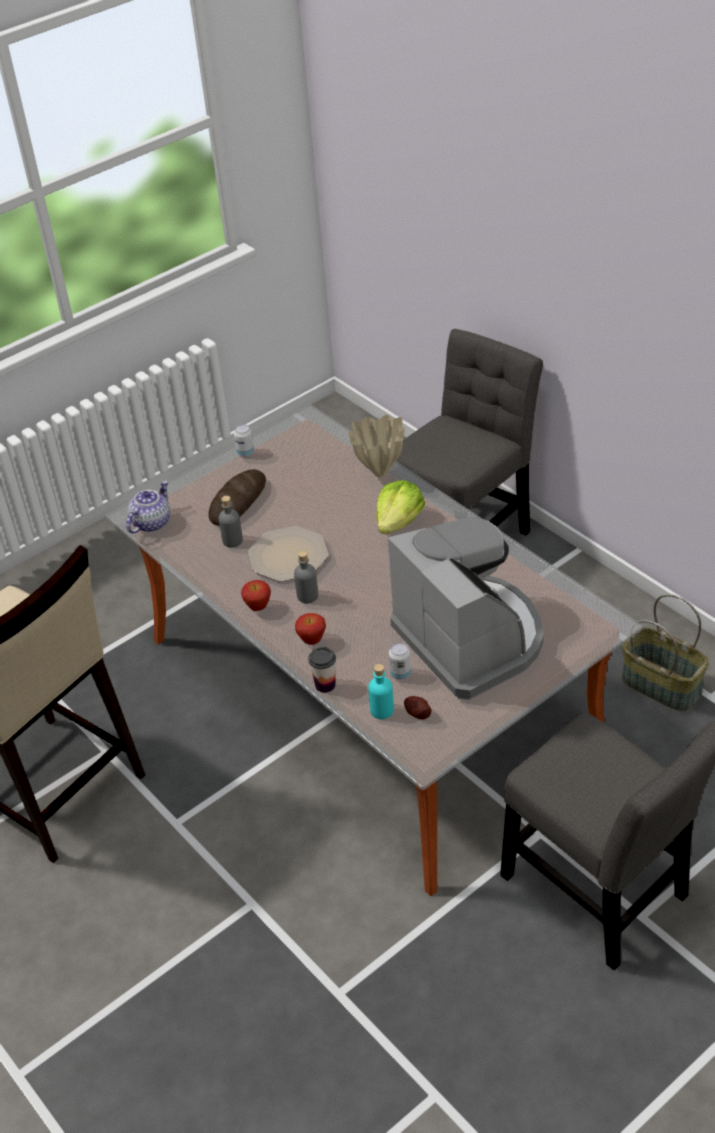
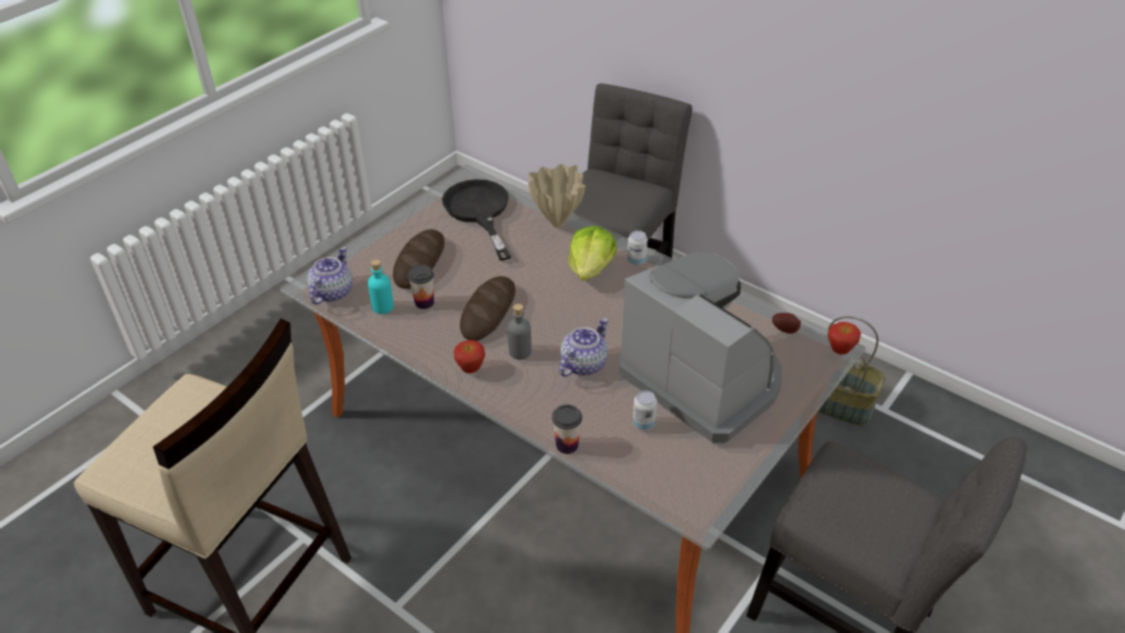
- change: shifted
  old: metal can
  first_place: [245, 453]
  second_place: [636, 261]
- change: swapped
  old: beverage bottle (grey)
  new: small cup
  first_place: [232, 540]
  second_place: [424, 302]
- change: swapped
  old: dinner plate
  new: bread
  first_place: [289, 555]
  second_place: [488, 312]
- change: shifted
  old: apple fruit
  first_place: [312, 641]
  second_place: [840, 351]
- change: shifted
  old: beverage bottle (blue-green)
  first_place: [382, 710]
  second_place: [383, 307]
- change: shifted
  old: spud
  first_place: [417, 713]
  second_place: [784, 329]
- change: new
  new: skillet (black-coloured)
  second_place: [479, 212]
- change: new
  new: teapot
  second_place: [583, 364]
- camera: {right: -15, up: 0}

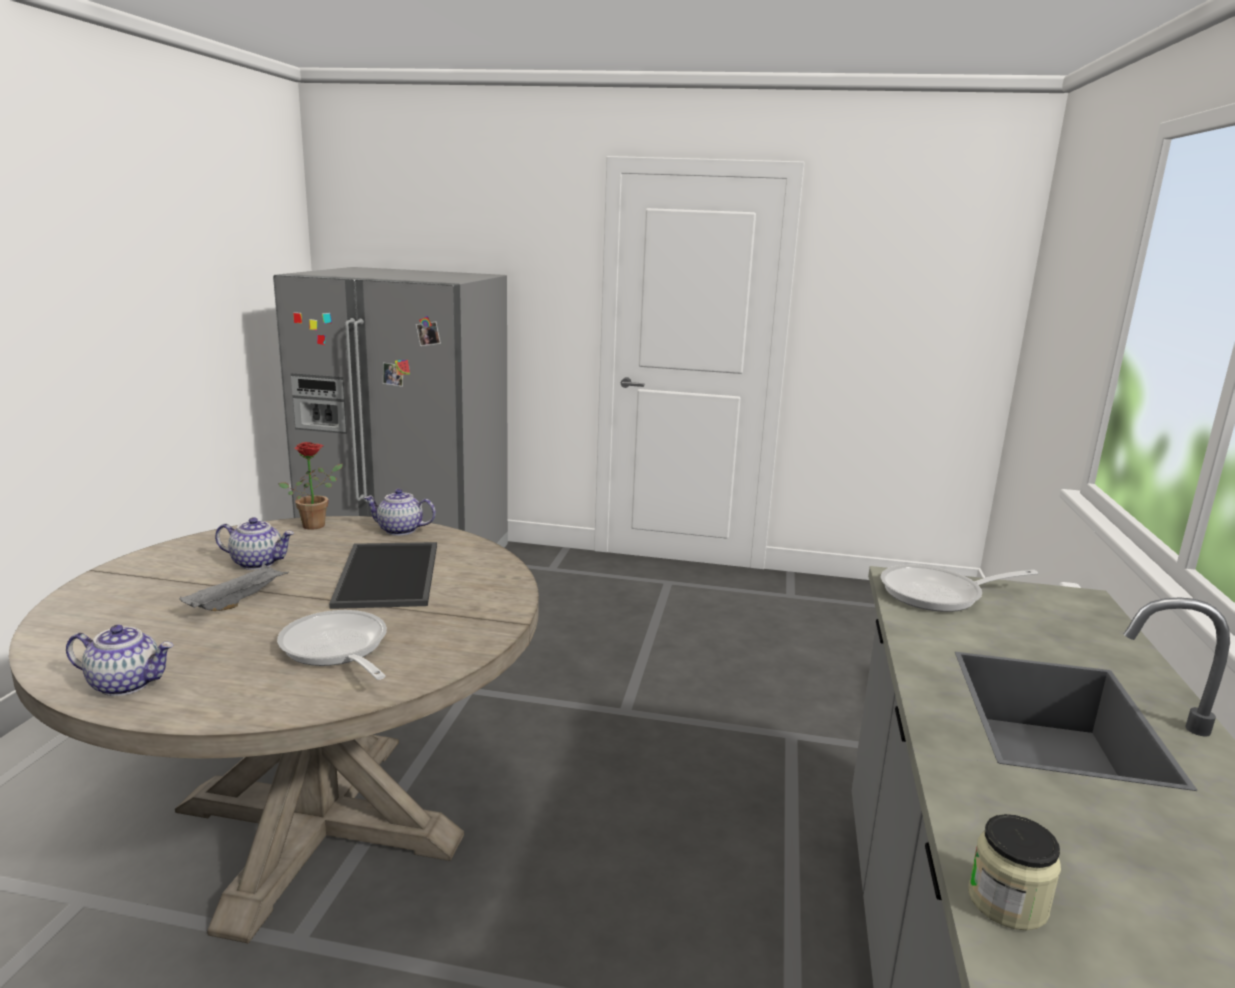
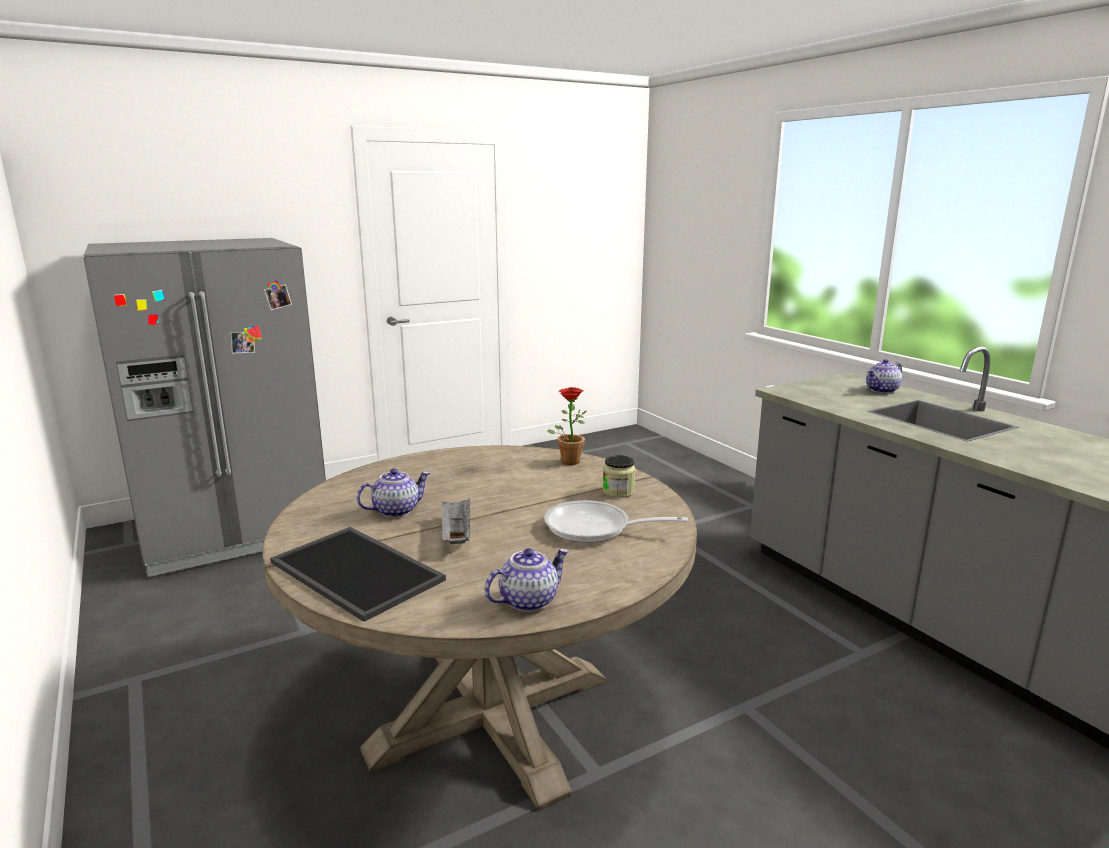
- change: shifted
  old: plant in a pot
  first_place: [317, 524]
  second_place: [569, 460]
- change: shifted
  old: teapot
  first_place: [399, 530]
  second_place: [882, 390]
- change: shifted
  old: tray
  first_place: [390, 575]
  second_place: [359, 571]
- change: gone
  old: skillet
  first_place: [939, 595]
- change: shifted
  old: jar
  first_place: [1007, 902]
  second_place: [618, 492]
- camera: {right: -40, up: 0}

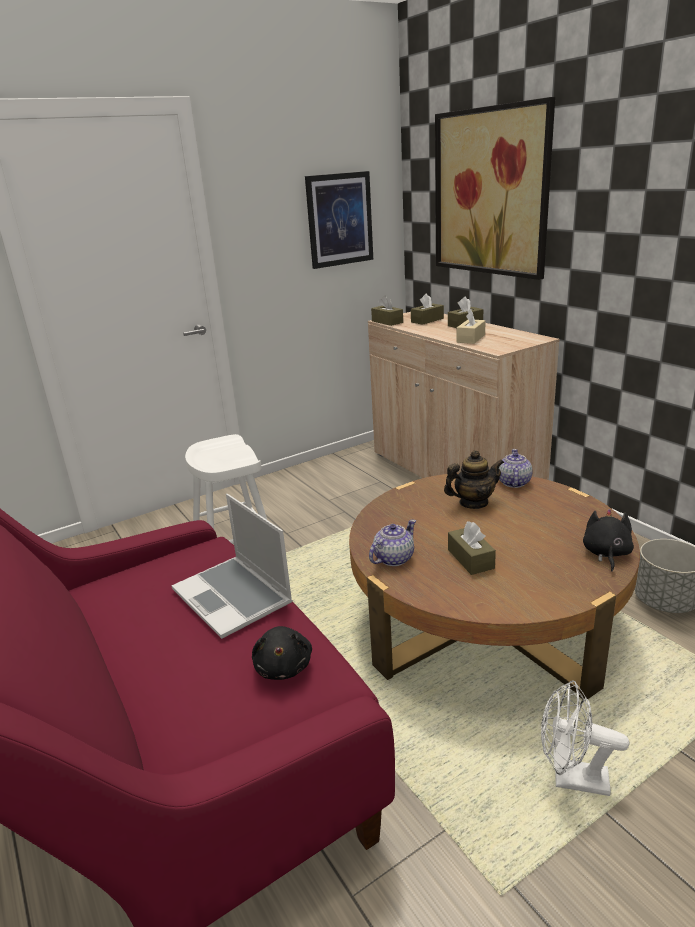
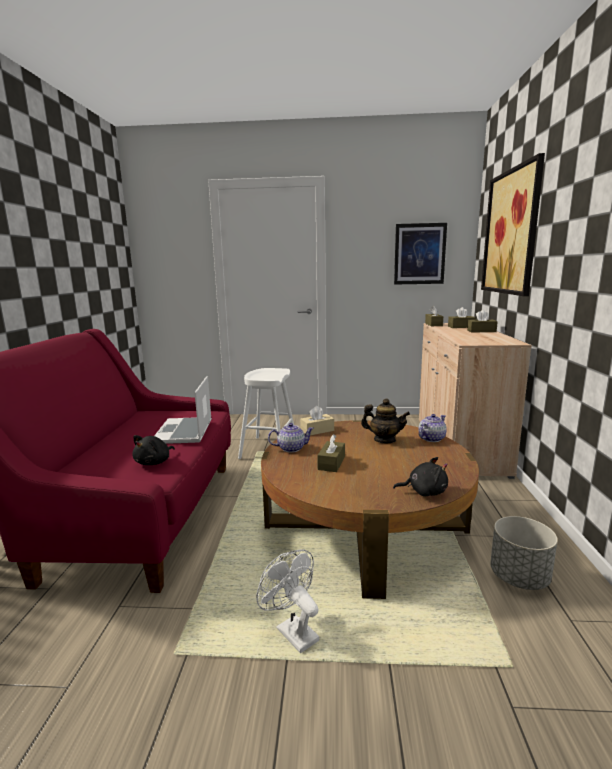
- change: shifted
  old: tissue holder (beige-coloured)
  first_place: [470, 338]
  second_place: [317, 430]
- change: rotated
  old: plush toy (black-coloured)
  first_place: [606, 553]
  second_place: [424, 492]
  degrees: 45
- camera: {right: 35, up: -10}

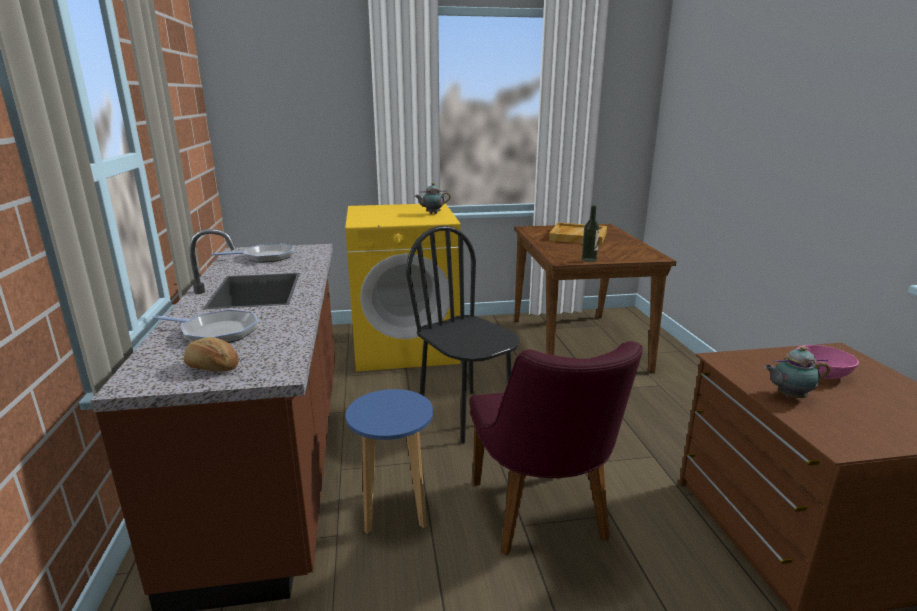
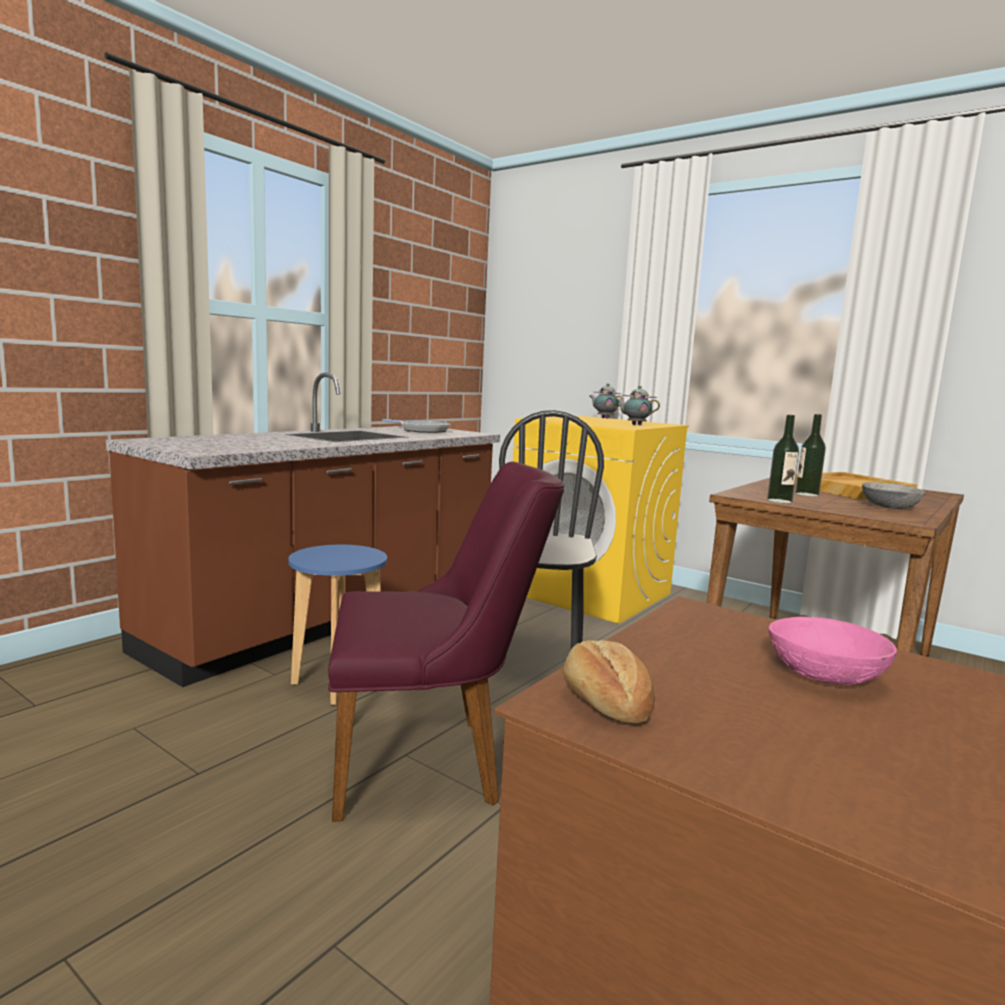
- change: gone
  old: skillet
  first_place: [216, 332]
- change: shifted
  old: bread
  first_place: [212, 368]
  second_place: [604, 704]
- change: rotated
  old: chair (purple-coloured)
  first_place: [543, 518]
  second_place: [434, 762]
  degrees: -135
- change: shifted
  old: teapot
  first_place: [789, 396]
  second_place: [604, 418]
- change: new
  new: beverage bottle
  second_place: [807, 494]
- change: new
  new: bowl (grey)
  second_place: [889, 507]
- camera: {right: 45, up: -10}

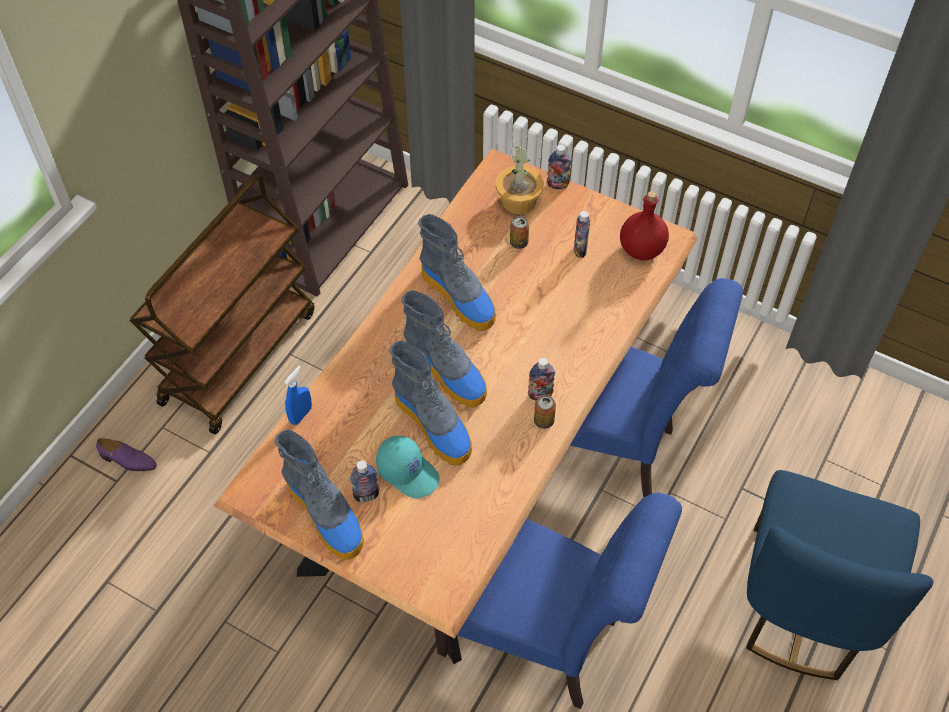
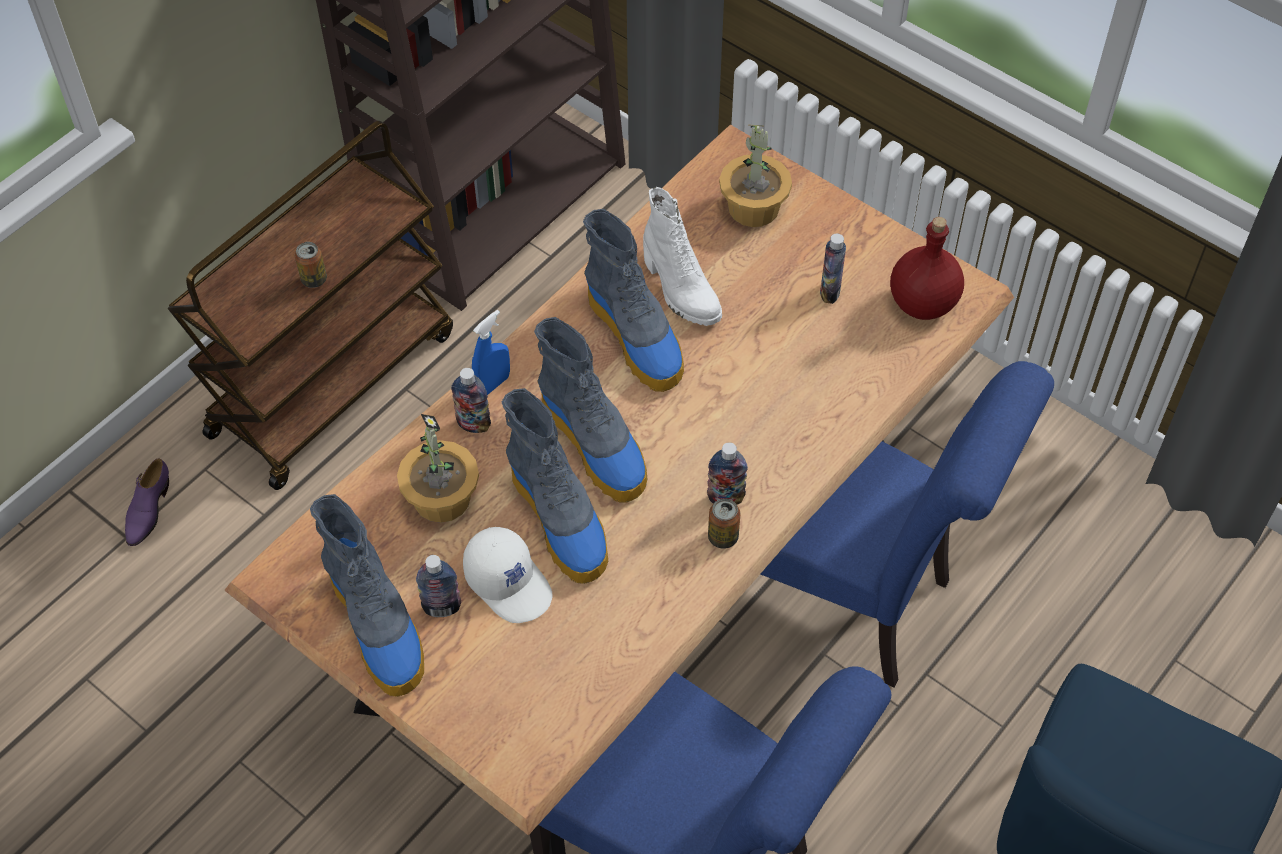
- change: shifted
  old: beverage bottle
  first_place: [557, 185]
  second_place: [473, 424]
- change: shifted
  old: metal can
  first_place: [519, 243]
  second_place: [314, 279]
- change: shifted
  old: hand sprayer (blue)
  first_place: [301, 415]
  second_place: [493, 384]
- change: repainted
  old: baseball cap (blue-green)
  new: baseball cap (white-coloured)
  first_place: [408, 472]
  second_place: [509, 582]
- change: rotated
  old: shoe (purple-coloured)
  first_place: [128, 460]
  second_place: [148, 510]
  degrees: 75
- change: new
  new: high-top boot (white-coloured)
  second_place: [680, 291]
- change: new
  new: plant in a pot
  second_place: [440, 498]
- camera: {right: 10, up: 0}

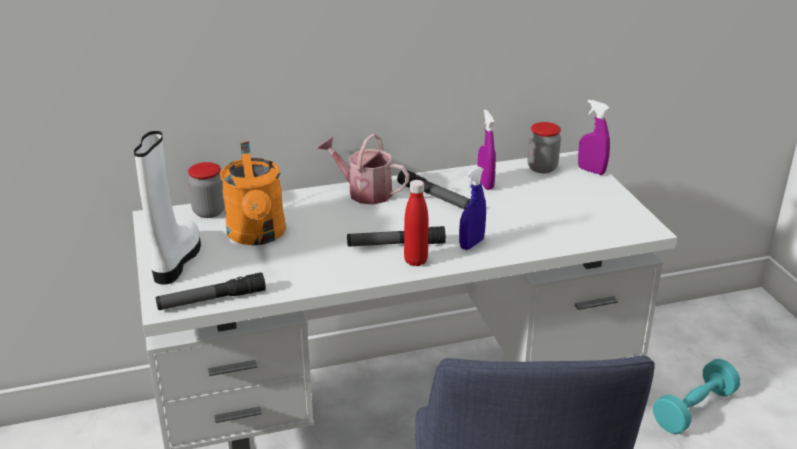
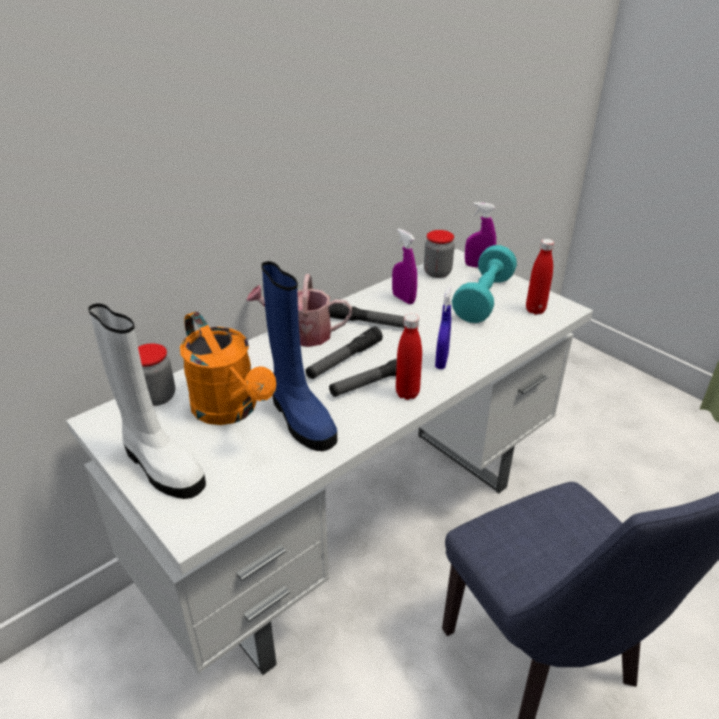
- change: rotated
  old: high-top boot (white-coloured)
  first_place: [176, 260]
  second_place: [161, 466]
  degrees: 150
- change: shifted
  old: flashlight
  first_place: [212, 300]
  second_place: [344, 359]
- change: shifted
  old: free weight (blue-green)
  first_place: [694, 409]
  second_place: [483, 299]
- change: new
  new: beverage bottle (red-coloured)
  second_place: [535, 310]
- change: new
  new: high-top boot (blue)
  second_place: [300, 418]
- camera: {right: -25, up: 5}

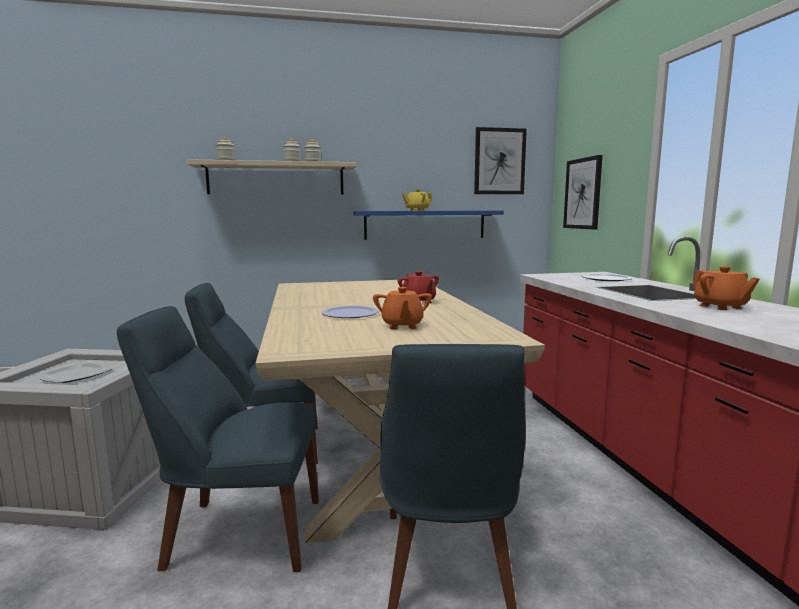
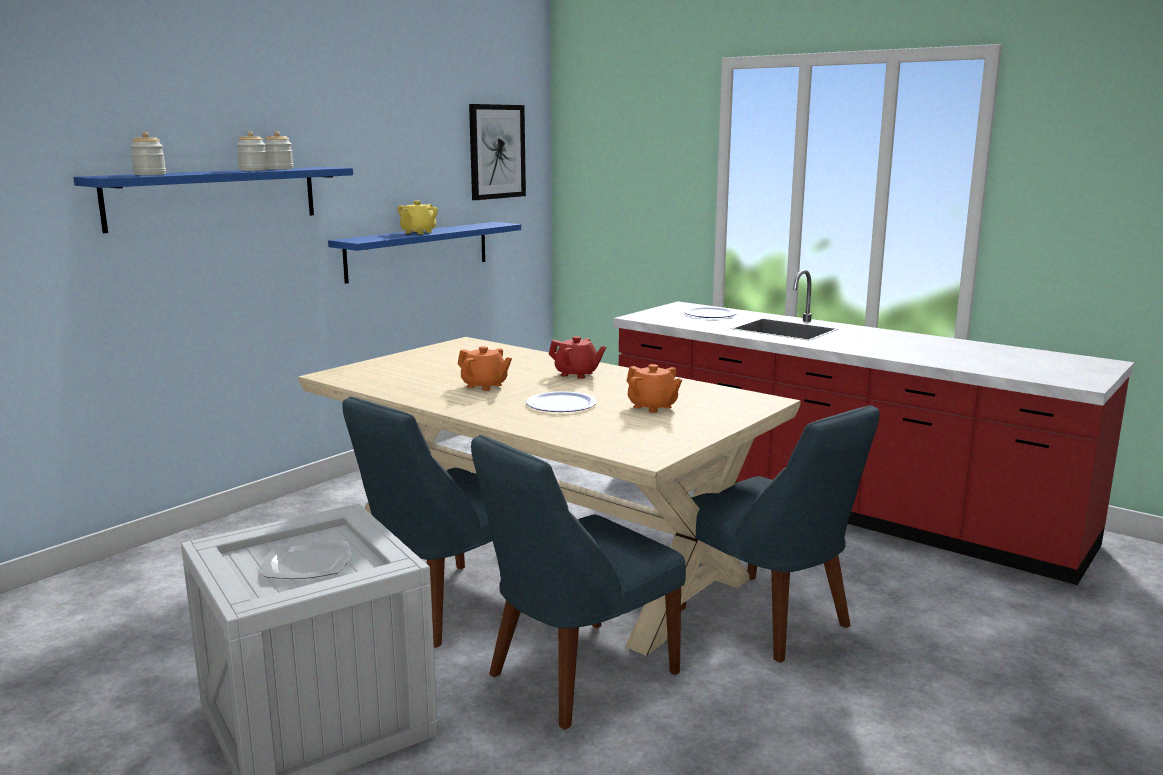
- change: gone
  old: wall picture
  first_place: [583, 193]
- change: repainted
  old: wall shelf (beige-coloured)
  new: wall shelf (blue)
  first_place: [276, 179]
  second_place: [214, 197]
- change: shifted
  old: teapot (orange-coloured)
  first_place: [720, 307]
  second_place: [484, 386]
- camera: {right: -40, up: 5}

